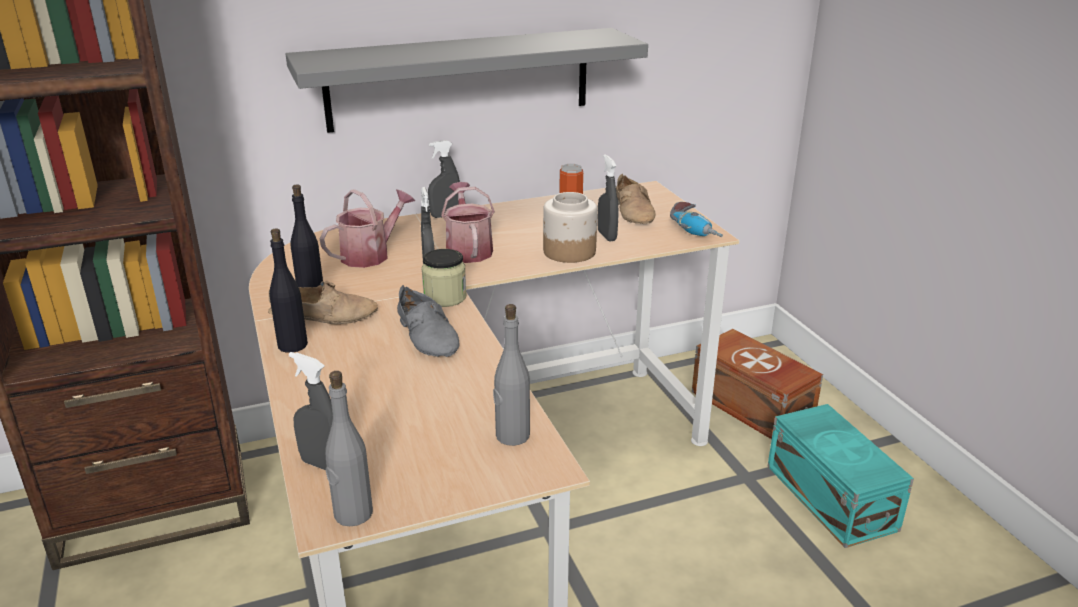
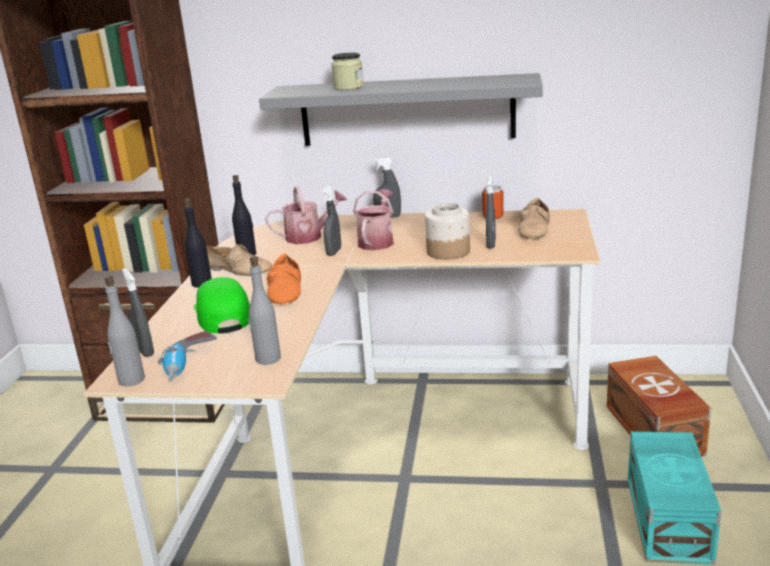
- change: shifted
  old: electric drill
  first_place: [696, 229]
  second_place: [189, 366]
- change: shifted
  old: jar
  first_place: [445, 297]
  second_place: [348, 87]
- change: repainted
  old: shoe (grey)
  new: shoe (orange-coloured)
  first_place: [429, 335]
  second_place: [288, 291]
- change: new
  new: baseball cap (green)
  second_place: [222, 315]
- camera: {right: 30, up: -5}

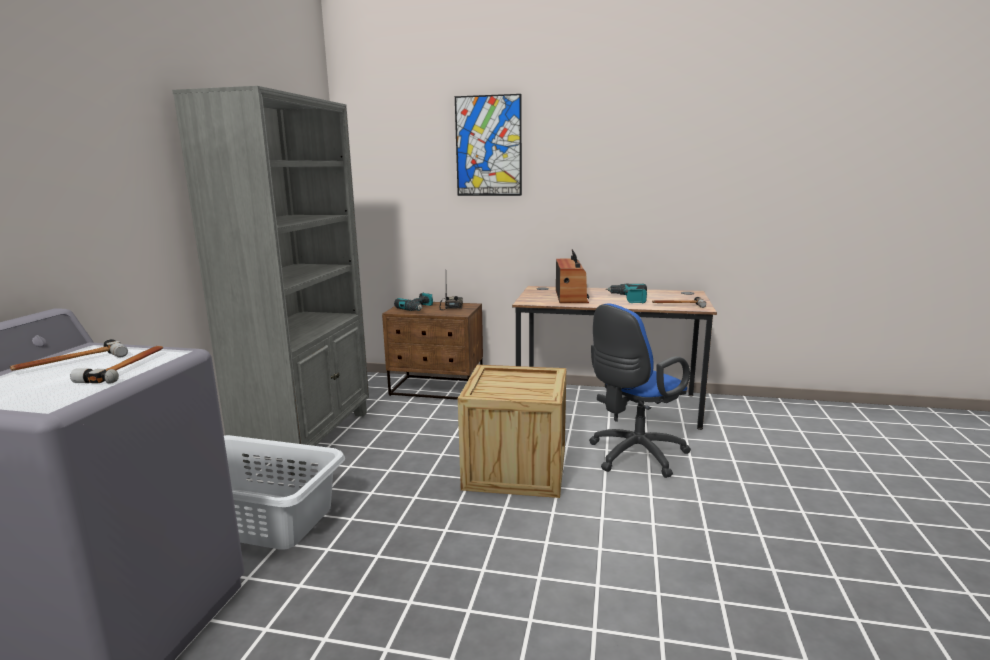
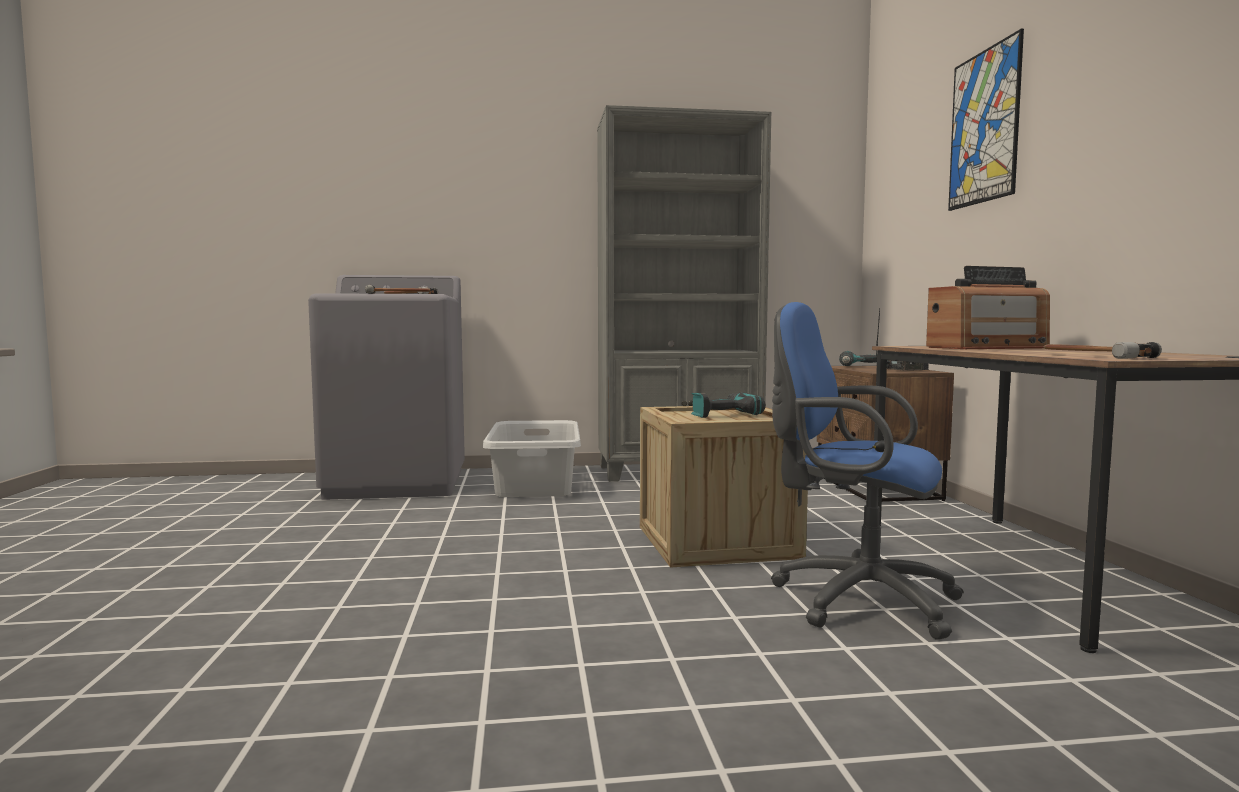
- change: shifted
  old: electric drill
  first_place: [629, 299]
  second_place: [723, 414]
- camera: {right: 70, up: -10}

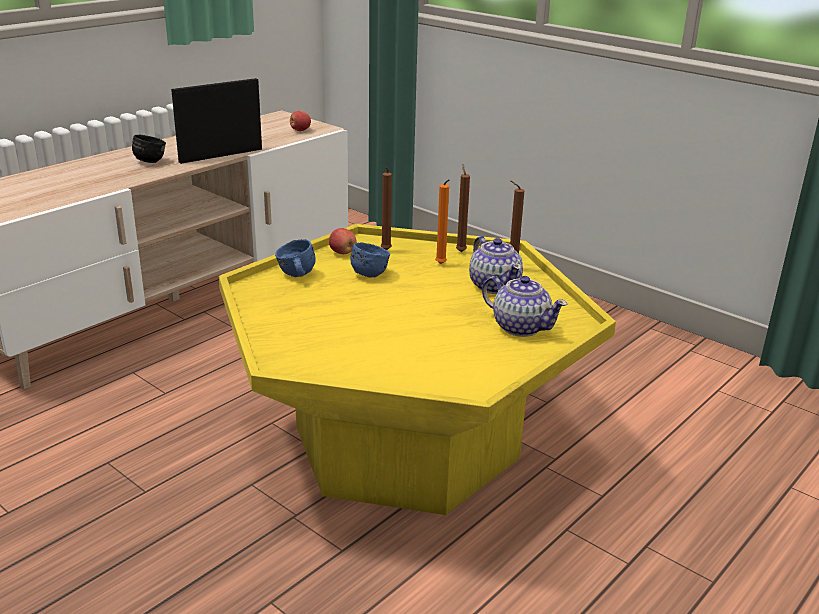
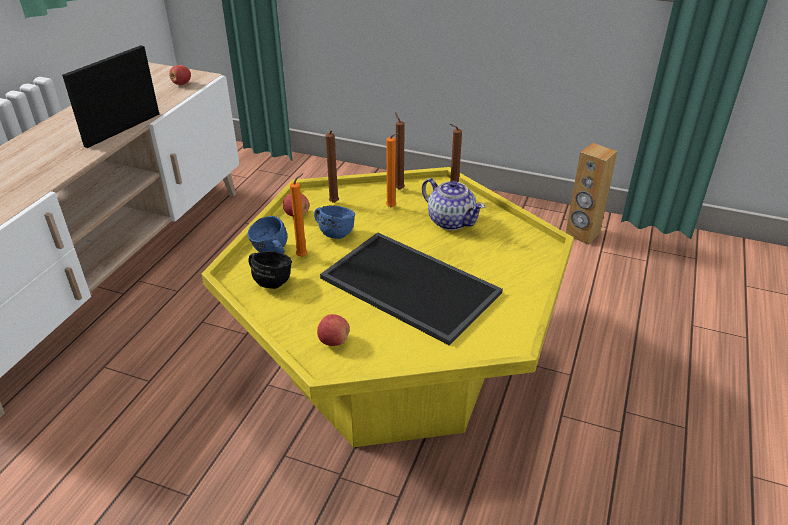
- change: shifted
  old: mug (black-coloured)
  first_place: [150, 160]
  second_place: [270, 280]
- change: gone
  old: teapot
  first_place: [520, 327]
- change: new
  new: loudspeaker (brownish)
  second_place: [582, 234]
- change: new
  new: wax candle (orange-coloured)
  second_place: [303, 256]
- change: new
  new: tray
  second_place: [407, 286]
- change: new
  new: apple fruit
  second_place: [333, 341]
- camera: {right: -20, up: 10}

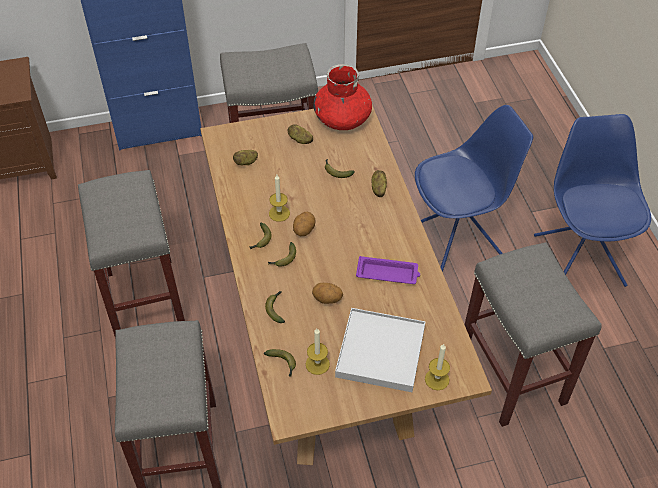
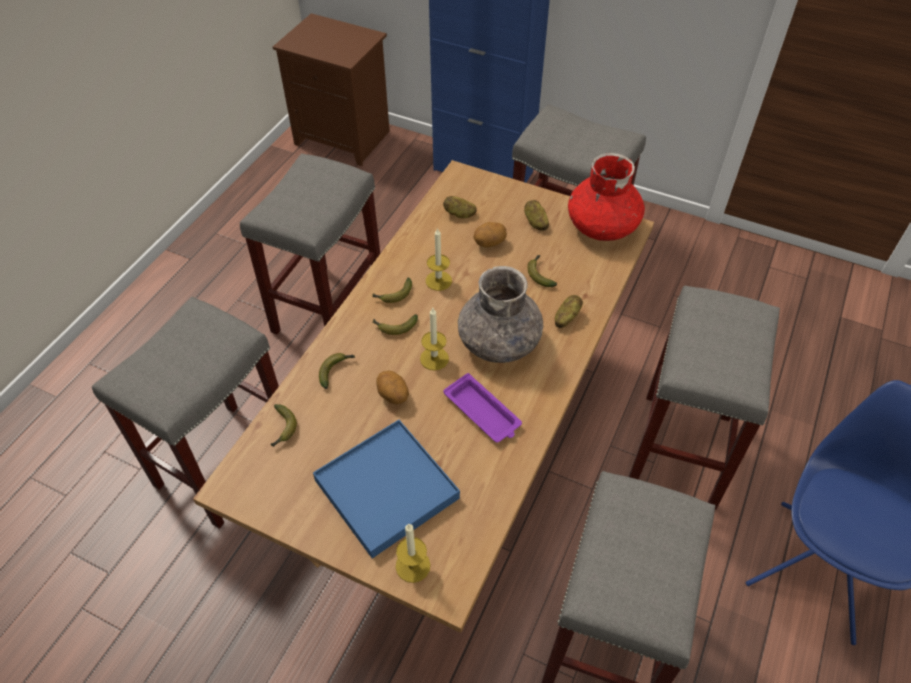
- change: swapped
  old: chair (blue)
  new: stool (grey)
  first_place: [457, 242]
  second_place: [680, 451]
- change: shifted
  old: spud
  first_place: [304, 230]
  second_place: [489, 243]
- change: repainted
  old: tray (white-coloured)
  new: tray (blue)
  first_place: [380, 352]
  second_place: [386, 490]
- change: shifted
  old: wax candle
  first_place: [317, 364]
  second_place: [434, 358]
- change: new
  new: decorative vase (grey)
  second_place: [499, 341]
- camera: {right: 40, up: 0}

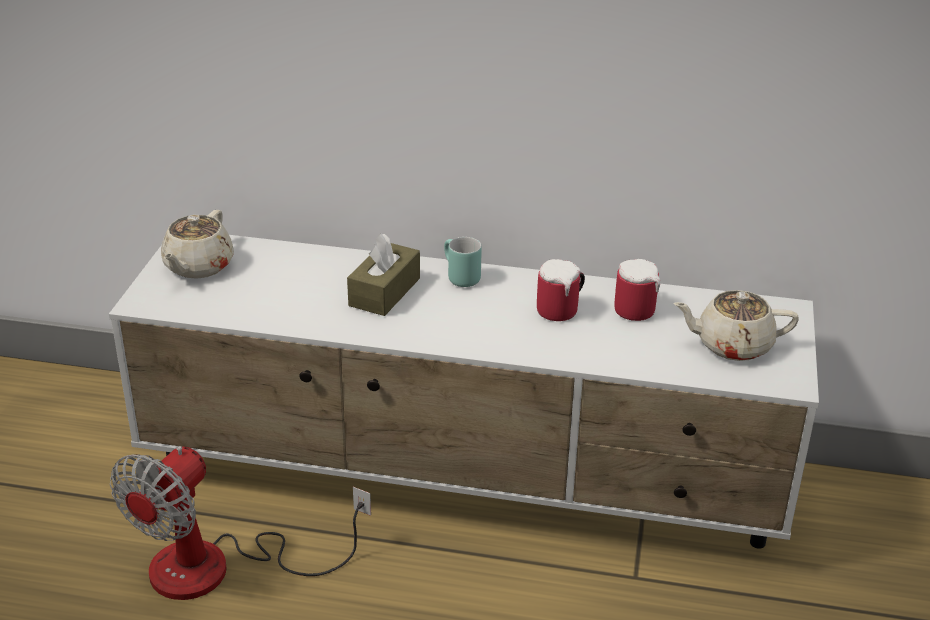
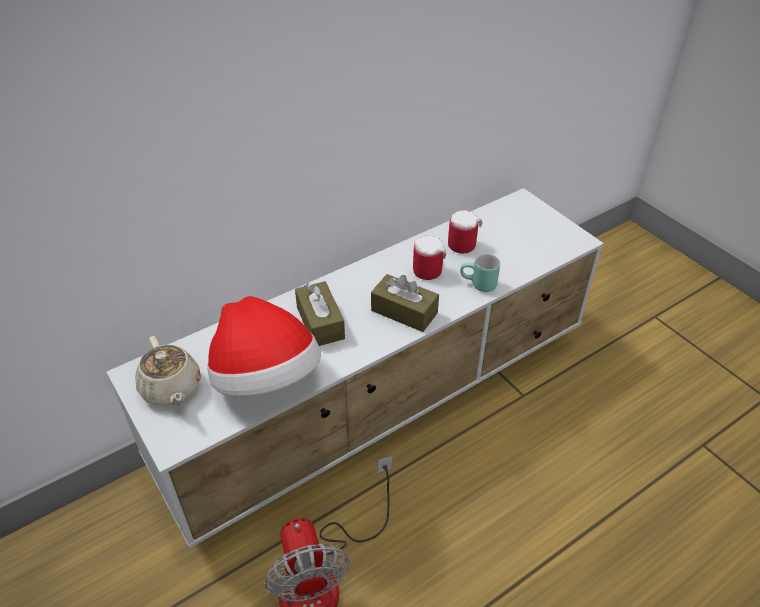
- change: shifted
  old: mug (blue-green)
  first_place: [458, 277]
  second_place: [478, 285]
- change: gone
  old: teapot (beige-coloured)
  first_place: [732, 345]
- change: new
  new: tissue holder (brownish)
  second_place: [404, 312]
- change: new
  new: hat
  second_place: [266, 378]
- camera: {right: -45, up: 10}

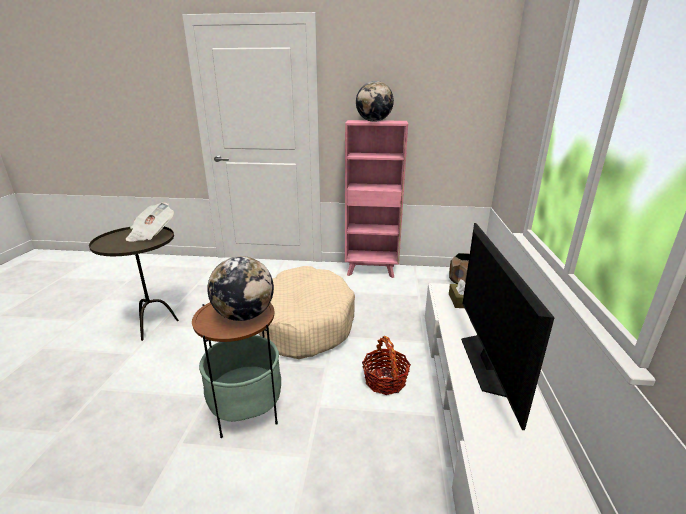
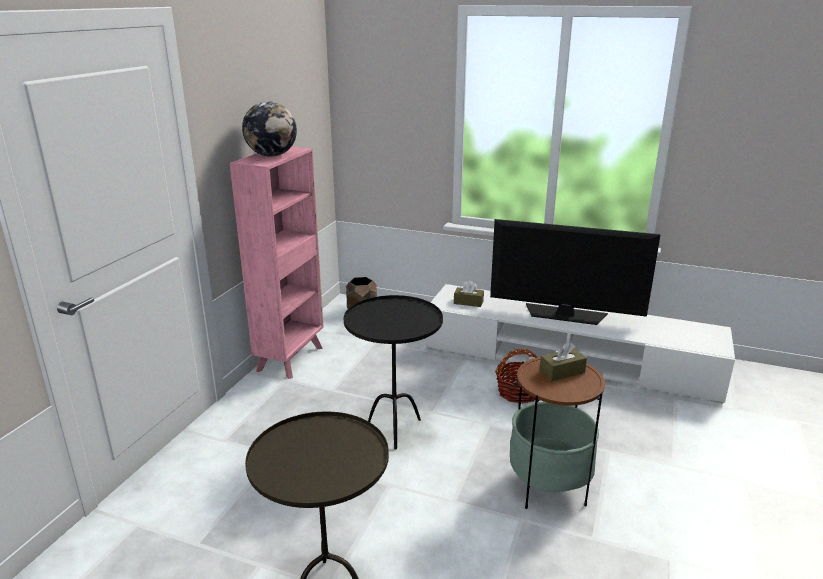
- change: gone
  old: newspaper
  first_place: [151, 234]
- change: swapped
  old: desk globe
  new: tissue holder (brownish)
  first_place: [244, 315]
  second_place: [562, 372]
- change: swapped
  old: dog cushion (beige-coloured)
  new: accent table (black-coloured)
  first_place: [304, 323]
  second_place: [394, 429]
- camera: {right: -75, up: 0}

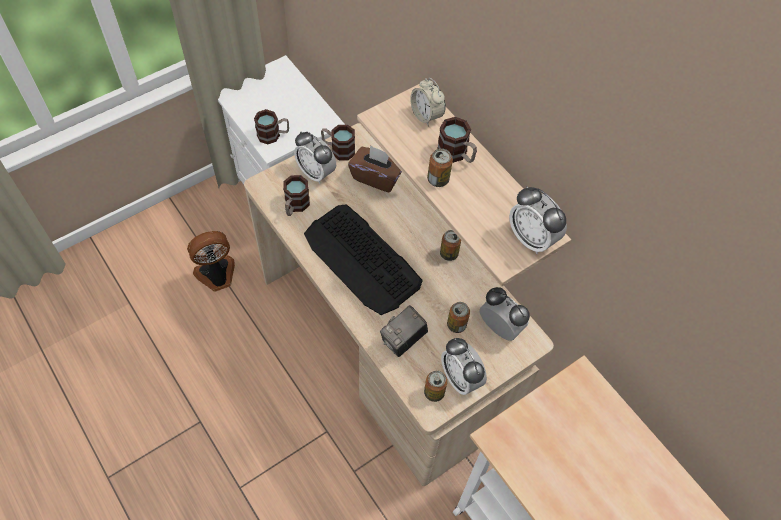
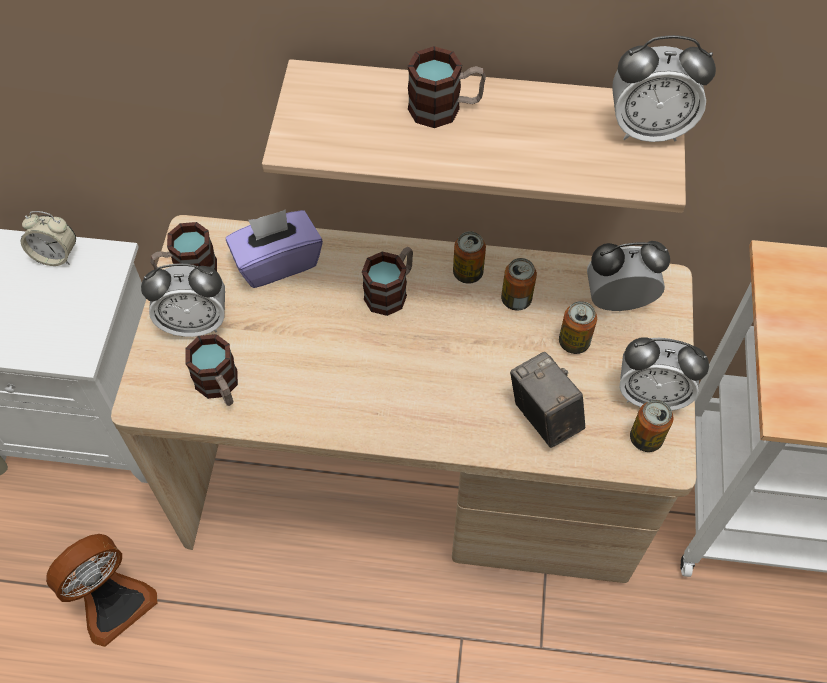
- change: shifted
  old: table clock
  first_place: [426, 115]
  second_place: [56, 255]
- change: shifted
  old: mug
  first_place: [273, 135]
  second_place: [391, 291]
- change: repainted
  old: tissue holder (brownish)
  new: tissue holder (purple-coloured)
  first_place: [376, 177]
  second_place: [277, 262]
- change: shifted
  old: metal can
  first_place: [438, 179]
  second_place: [516, 299]
- change: gone
  old: keyboard
  first_place: [362, 259]
- change: rotated
  old: cooling fan
  first_place: [217, 275]
  second_place: [113, 601]
  degrees: -150
- change: rotated
  old: still camera
  first_place: [403, 340]
  second_place: [543, 416]
  degrees: 150
- camera: {right: -45, up: 0}

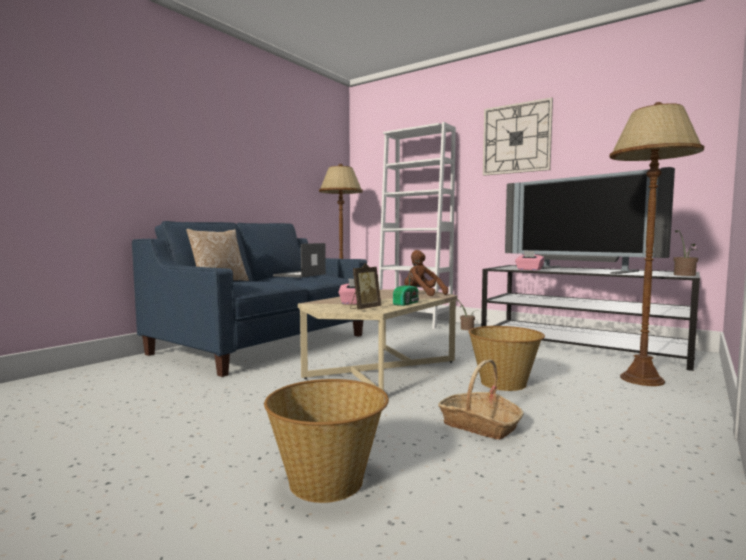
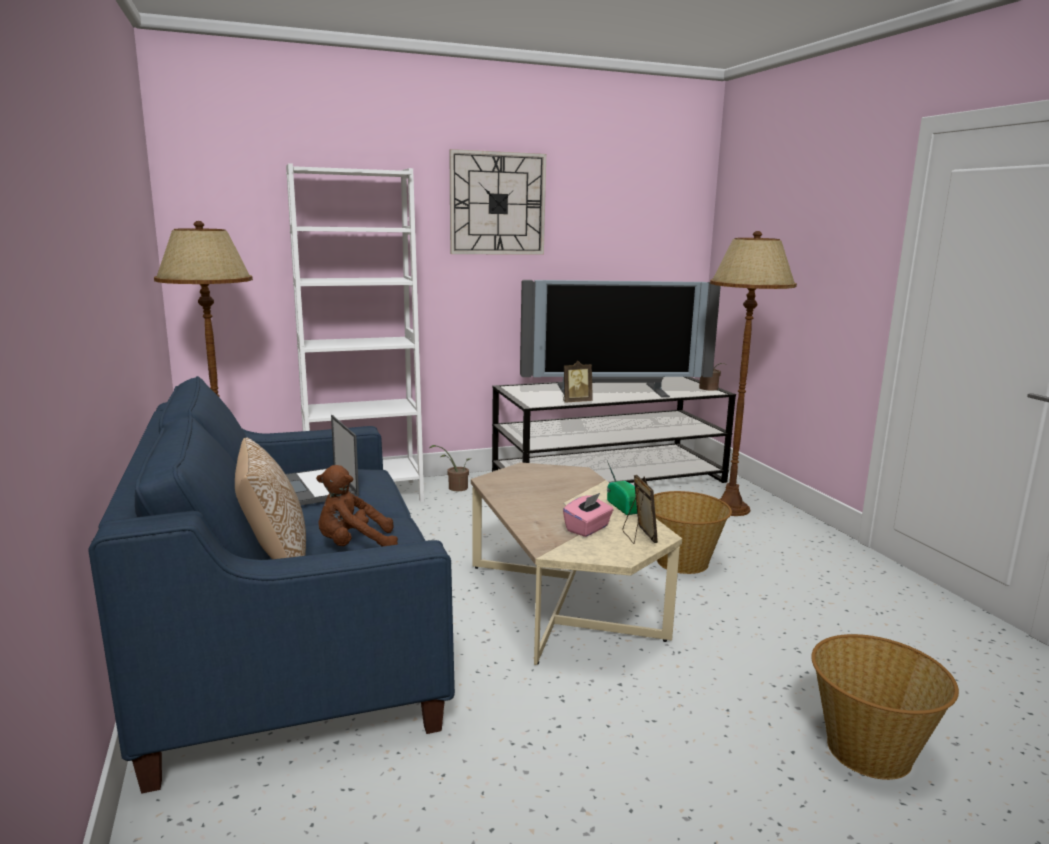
- change: shifted
  old: plush toy (brownish)
  first_place: [422, 294]
  second_place: [354, 546]
- change: swapped
  old: tissue holder (pink-coloured)
  new: photo frame
  first_place: [529, 269]
  second_place: [576, 401]
- change: gone
  old: household basket
  first_place: [480, 425]
- camera: {right: -55, up: 10}

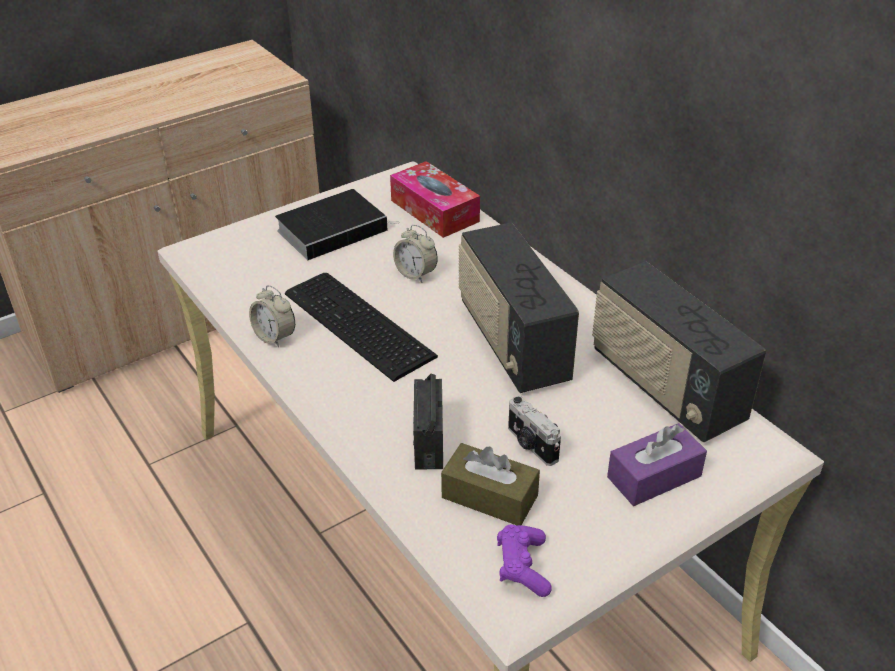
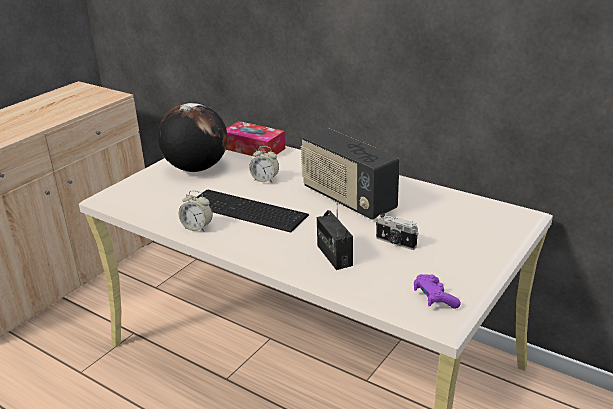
- change: swapped
  old: volume
  new: desk globe
  first_place: [334, 229]
  second_place: [196, 168]
- change: gone
  old: radio
  first_place: [664, 387]
- change: gone
  old: tissue holder (purple-coloured)
  first_place: [654, 476]
- change: gone
  old: tissue holder (brownish)
  first_place: [489, 496]
- camera: {right: -20, up: -10}

